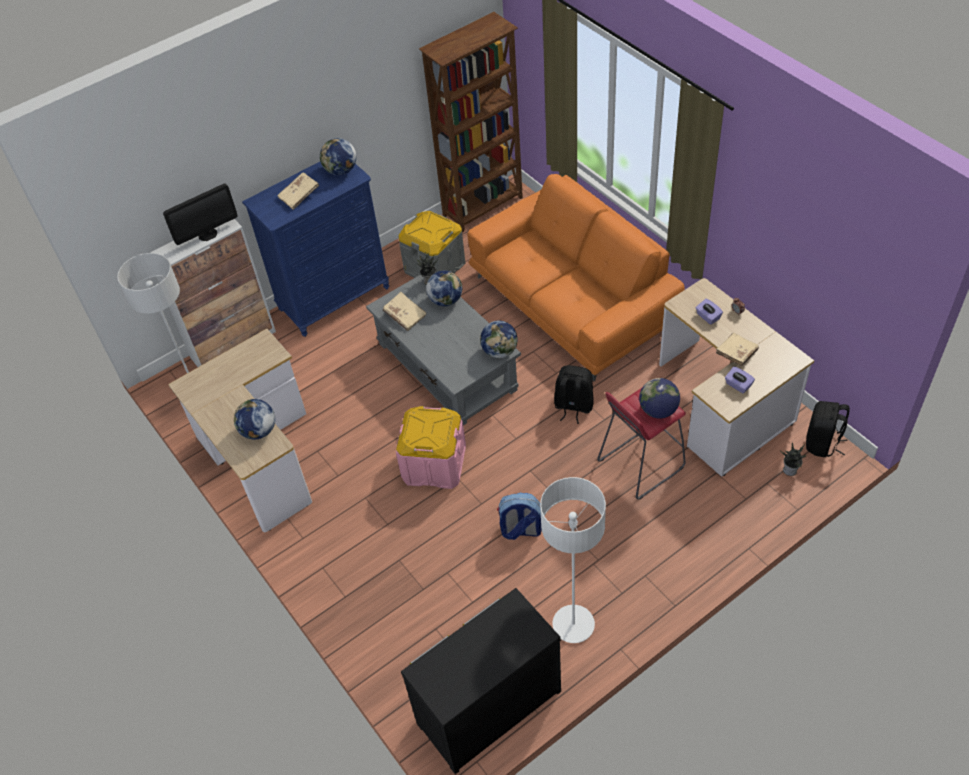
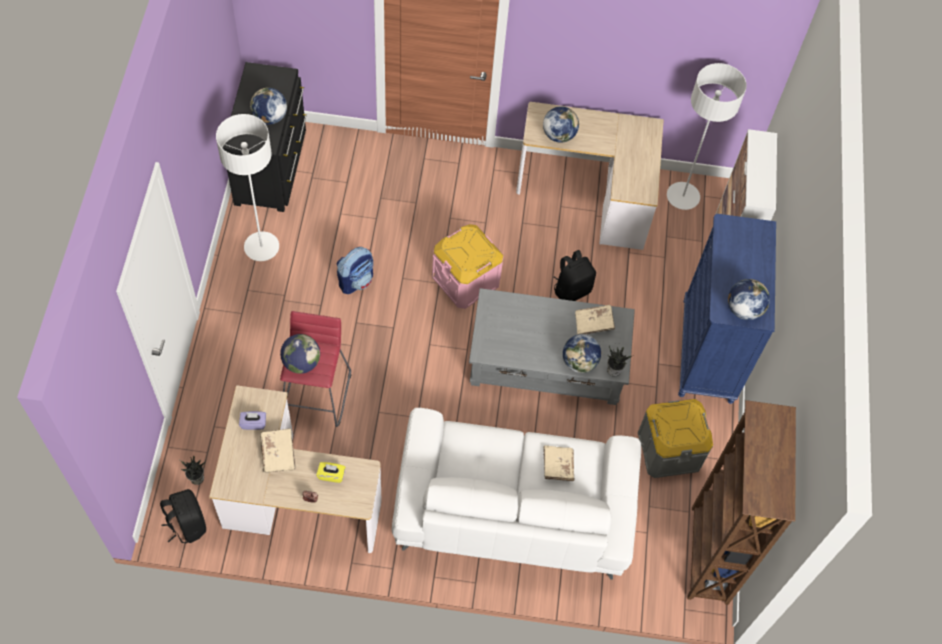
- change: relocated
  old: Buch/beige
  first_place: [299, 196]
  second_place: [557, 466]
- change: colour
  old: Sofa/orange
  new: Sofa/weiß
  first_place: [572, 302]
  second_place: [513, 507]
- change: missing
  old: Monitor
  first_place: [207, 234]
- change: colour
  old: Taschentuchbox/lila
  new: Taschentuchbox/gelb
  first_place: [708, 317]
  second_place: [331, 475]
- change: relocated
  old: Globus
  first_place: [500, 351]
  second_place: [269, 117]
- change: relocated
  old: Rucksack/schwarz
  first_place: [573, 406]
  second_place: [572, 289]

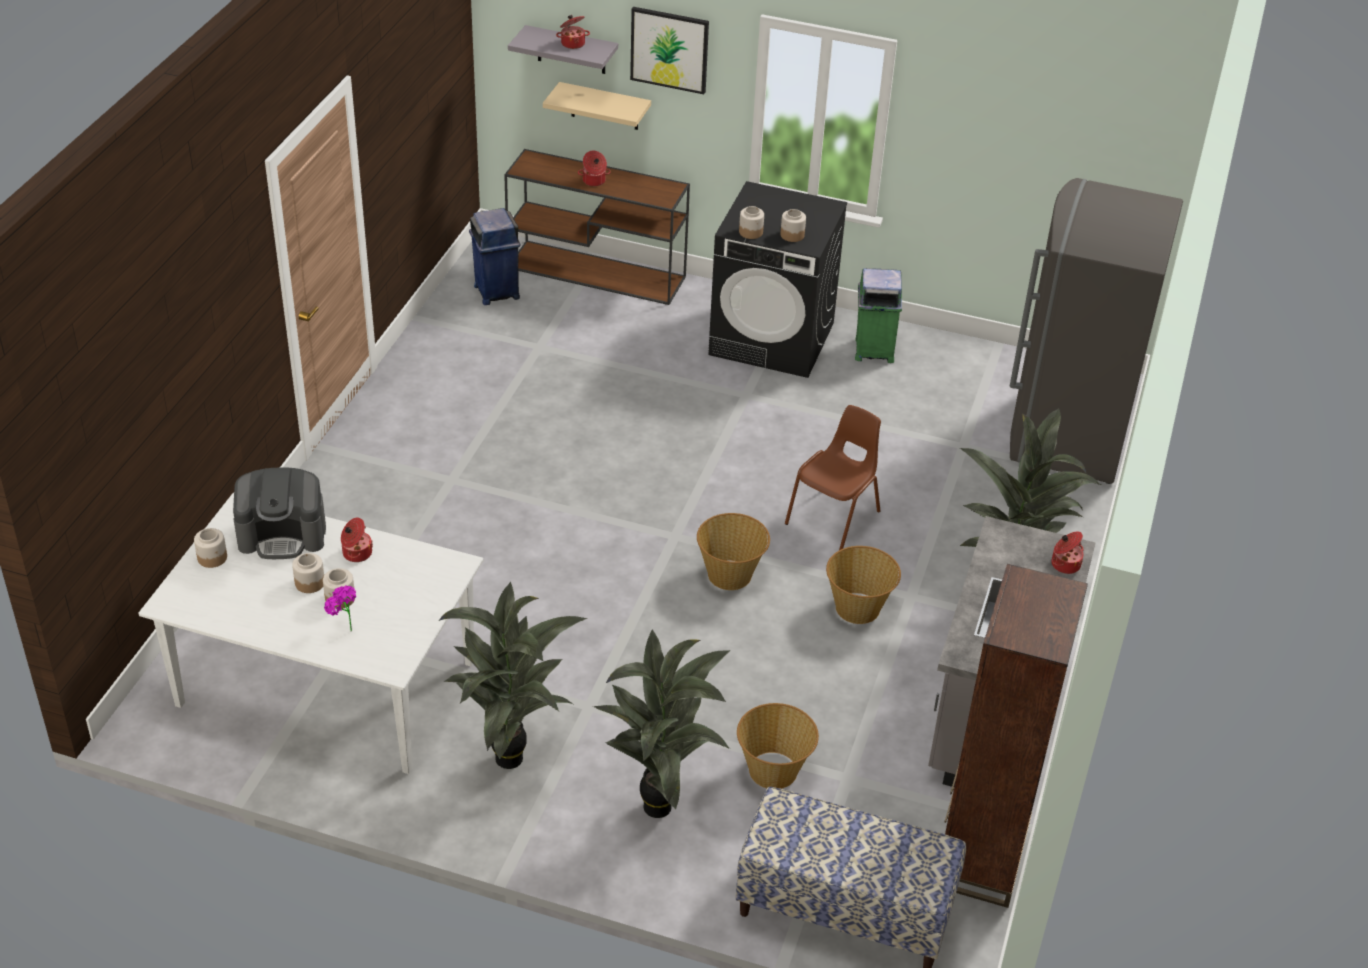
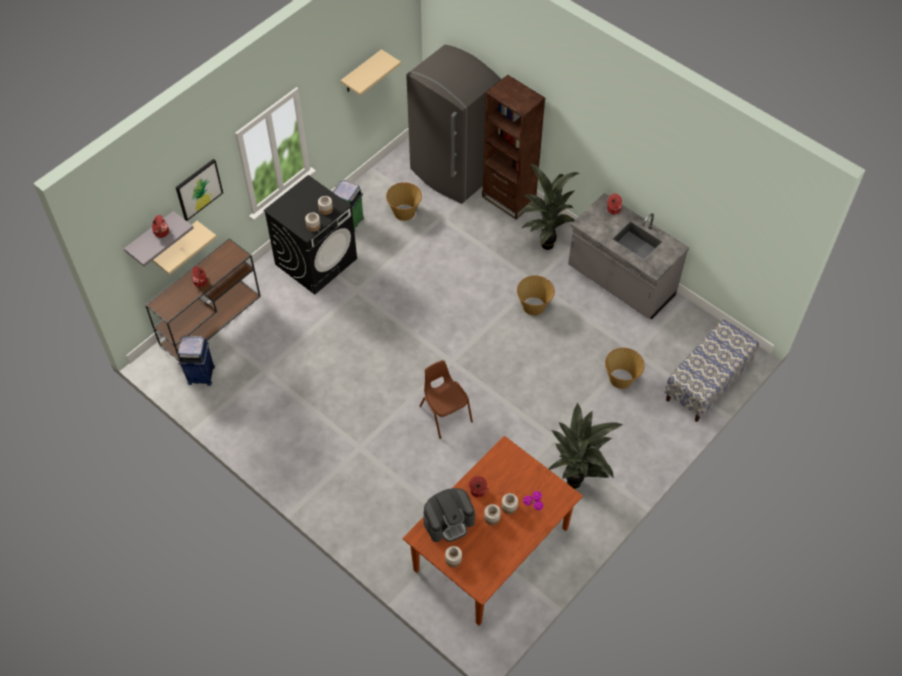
- change: relocated
  old: Stuhl/braun
  first_place: [834, 518]
  second_place: [445, 413]
- change: spun
  old: Kaffeemaschine
  first_place: [283, 534]
  second_place: [449, 521]
  degrees: 45
- change: colour
  old: Esstisch/weiß
  new: Esstisch/braun
  first_place: [328, 682]
  second_place: [491, 548]
- change: relocated
  old: Korb
  first_place: [730, 575]
  second_place: [404, 212]
- change: relocated
  old: Bücherregal/braun
  first_place: [981, 855]
  second_place: [508, 199]
- change: missing
  old: Topfpflanze
  first_place: [663, 810]
- change: appeared
  new: Wandregal/beige
  second_place: [361, 72]

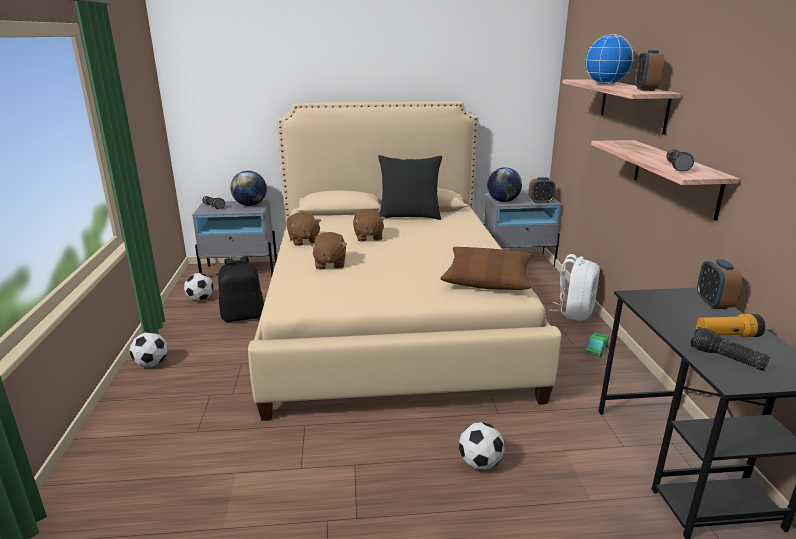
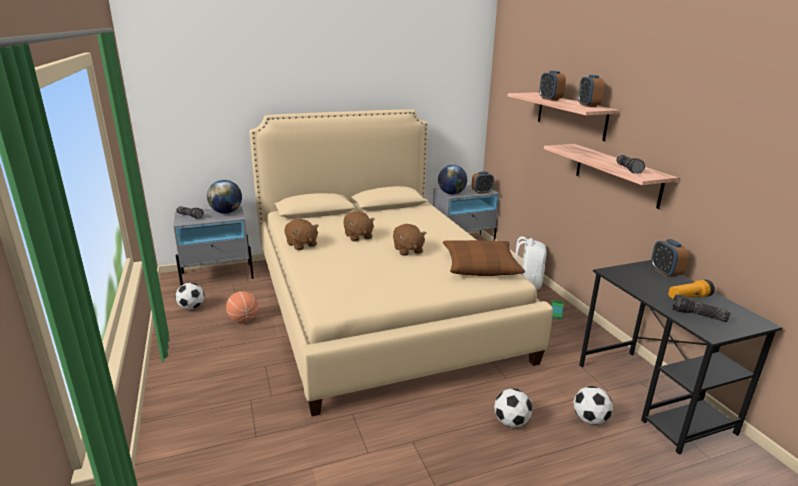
- change: exchanged
  old: Globus
  new: Wecker
  first_place: [606, 84]
  second_place: [550, 99]
- change: missing
  old: Kissen/schwarz
  first_place: [409, 216]
- change: relocated
  old: Plüschtier/braun
  first_place: [329, 264]
  second_place: [408, 250]
- change: exchanged
  old: Rucksack/schwarz
  new: Basketball
  first_place: [243, 316]
  second_place: [243, 319]
- change: relocated
  old: Fußball
  first_place: [151, 364]
  second_place: [590, 419]

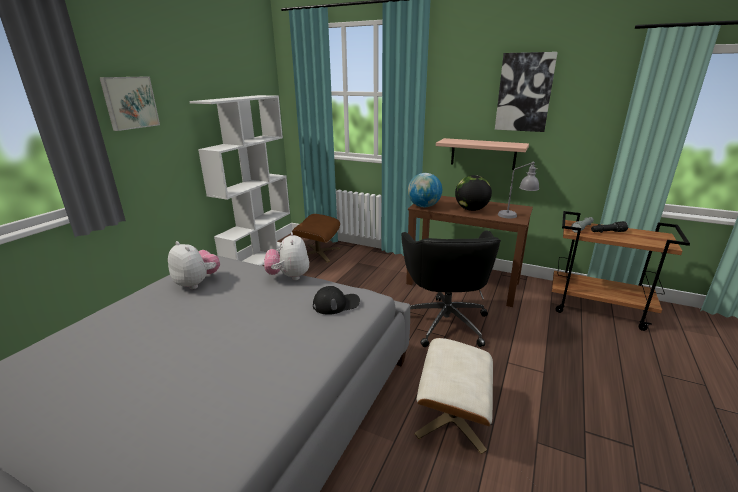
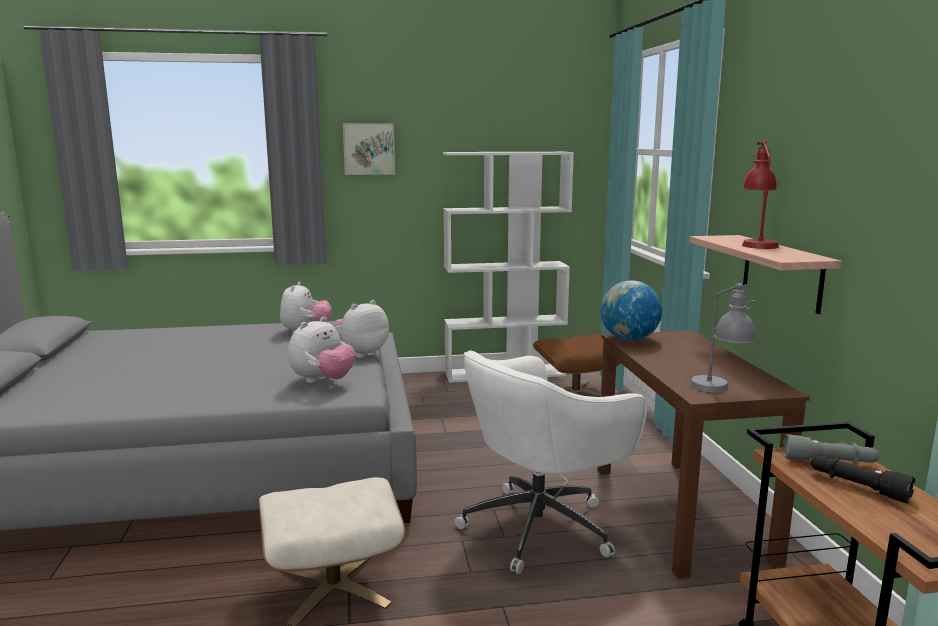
- change: missing
  old: Bild
  first_place: [524, 92]
- change: missing
  old: Globus
  first_place: [471, 209]
- change: colour
  old: Bürostuhl/schwarz
  new: Bürostuhl/weiß
  first_place: [445, 321]
  second_place: [542, 526]
- change: exchanged
  old: Kappe/schwarz
  new: Plüschtier
  first_place: [336, 304]
  second_place: [323, 381]
- change: appeared
  new: Tischlampe/rot
  second_place: [756, 244]

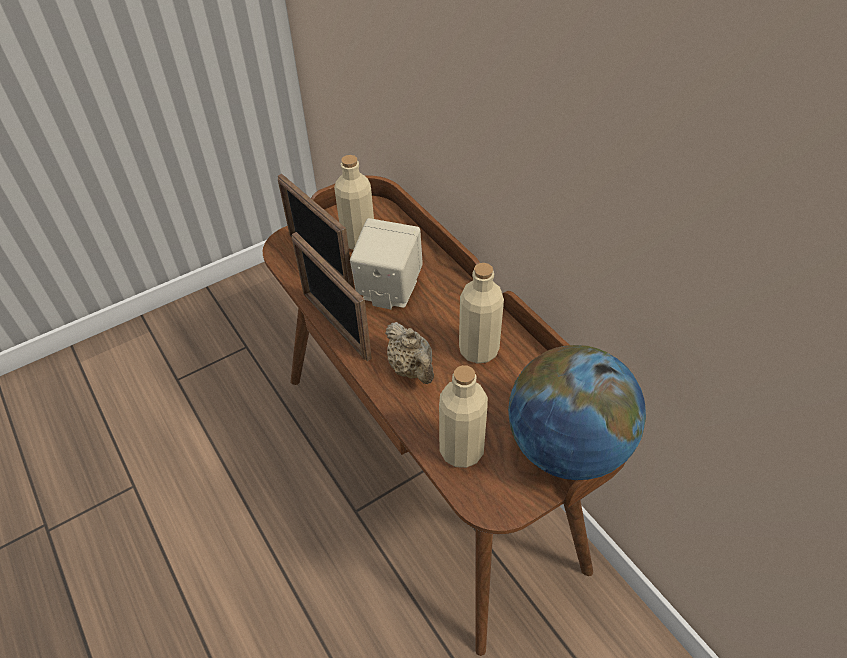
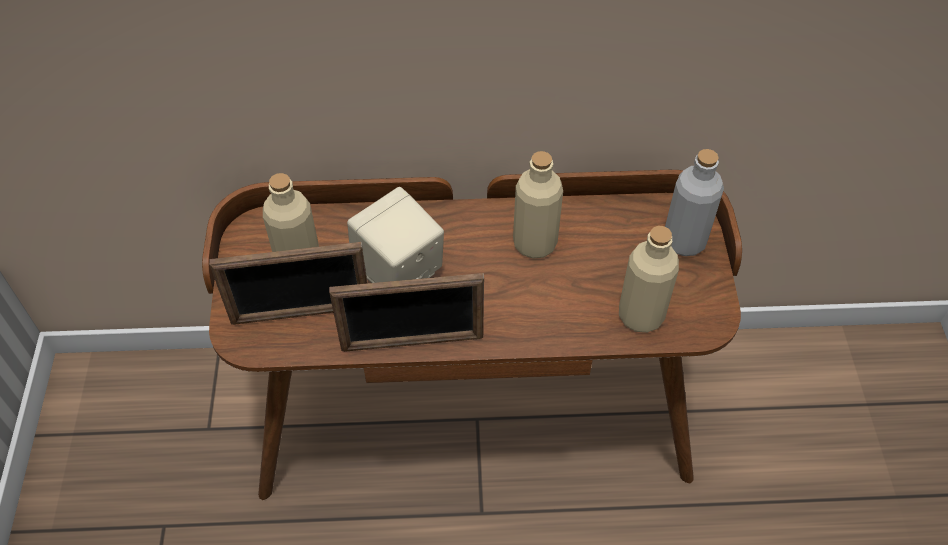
- change: missing
  old: Teekanne/beige
  first_place: [412, 369]
- change: exchanged
  old: Globus
  new: Flasche/grau
  first_place: [567, 447]
  second_place: [684, 241]

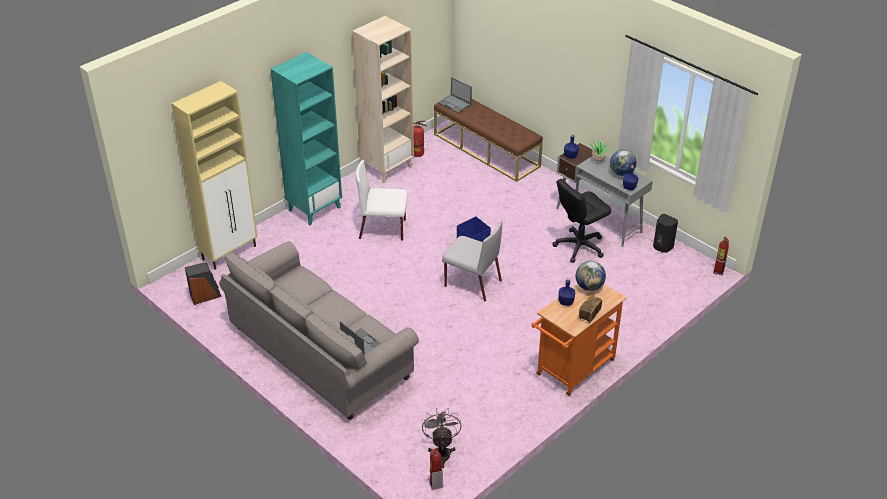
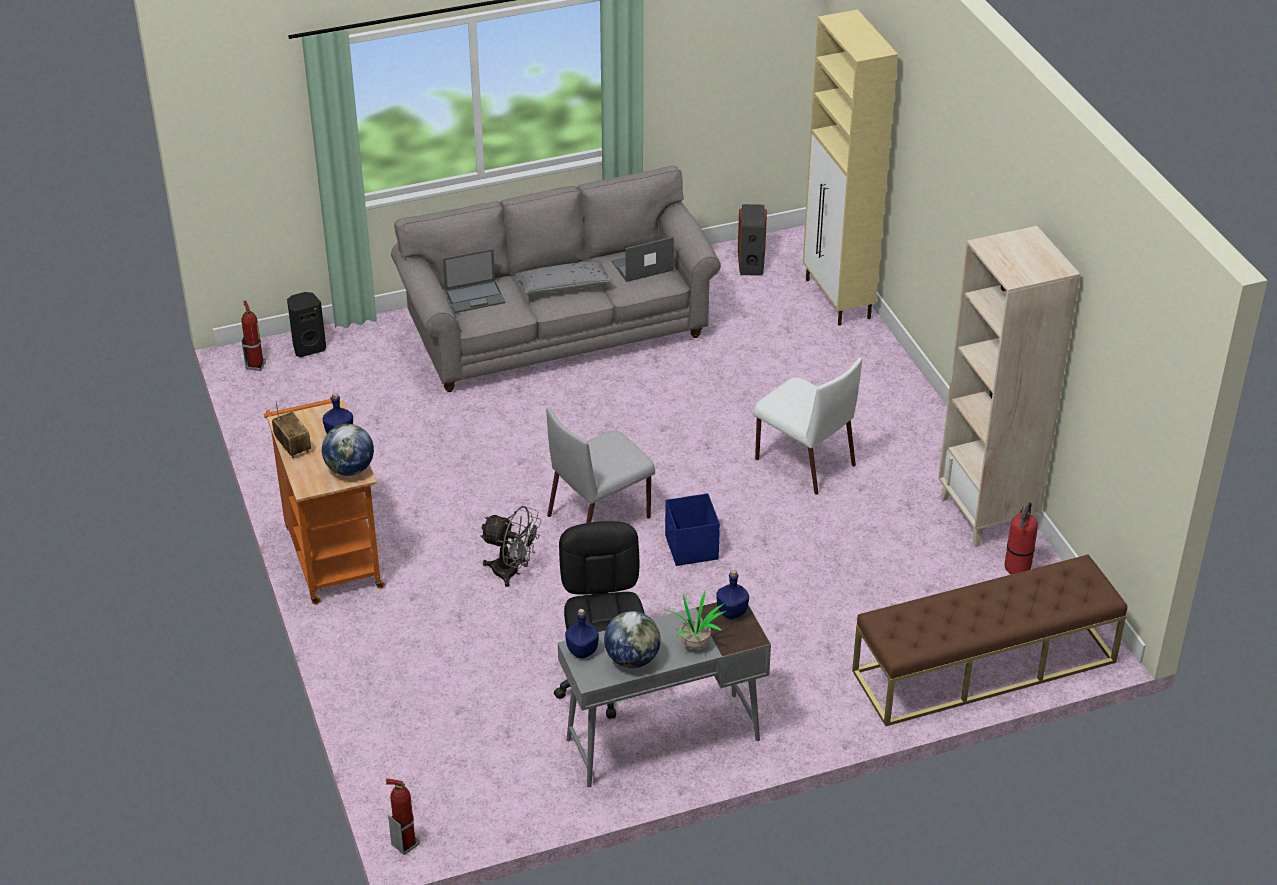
- change: missing
  old: Bücherregal/türkis
  first_place: [314, 208]
- change: relocated
  old: Laptop
  first_place: [455, 104]
  second_place: [641, 266]
- change: spun
  old: Stuhl/weiß
  first_place: [383, 229]
  second_place: [803, 461]
  degrees: 105
- change: relocated
  old: Lautsprecher/schwarz
  first_place: [662, 247]
  second_place: [308, 347]
- change: relocated
  old: Ventilator/grau
  first_place: [441, 451]
  second_place: [512, 572]
- change: appeared
  new: Kissen/grau
  second_place: [563, 286]

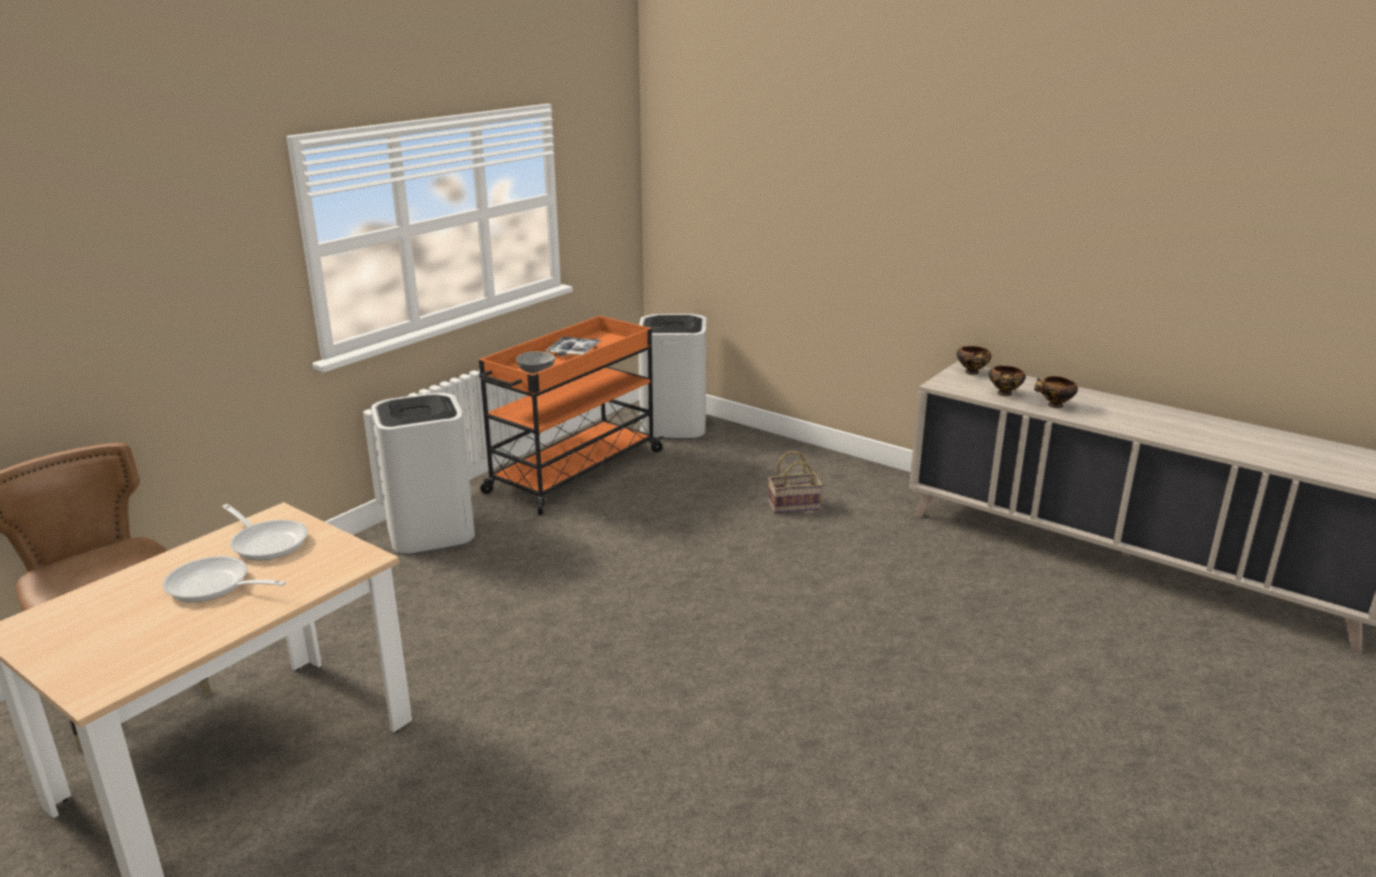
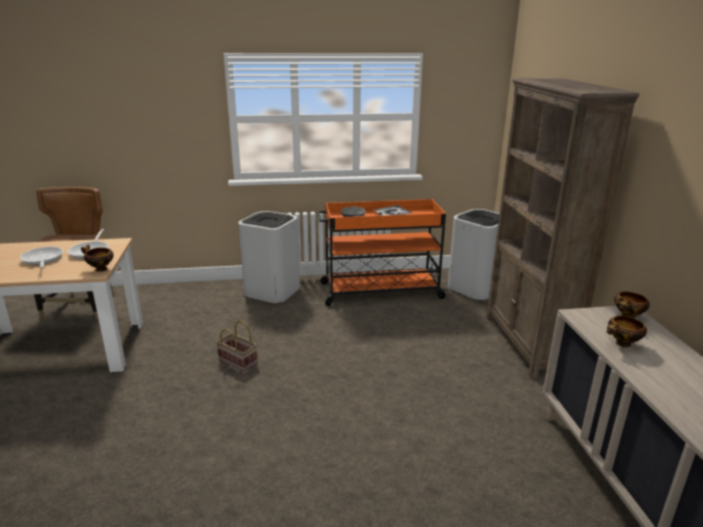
- change: relocated
  old: Schüssel
  first_place: [1054, 406]
  second_place: [100, 269]
- change: relocated
  old: Korb
  first_place: [794, 505]
  second_place: [239, 361]
- change: appeared
  new: Bücherregal/braun
  second_place: [527, 343]

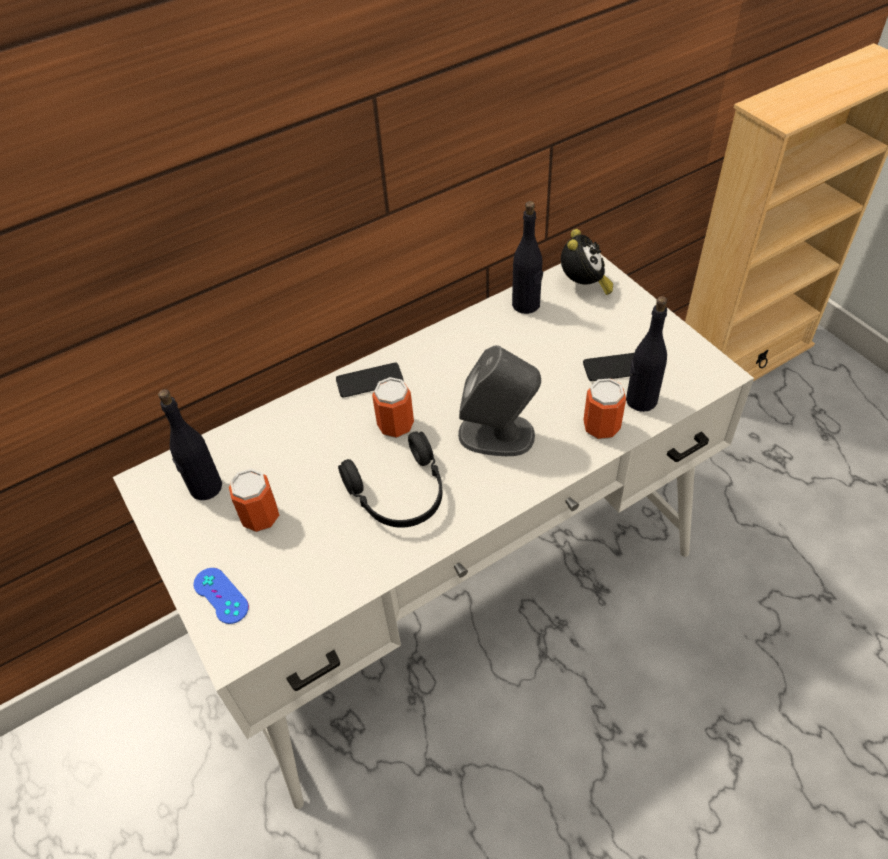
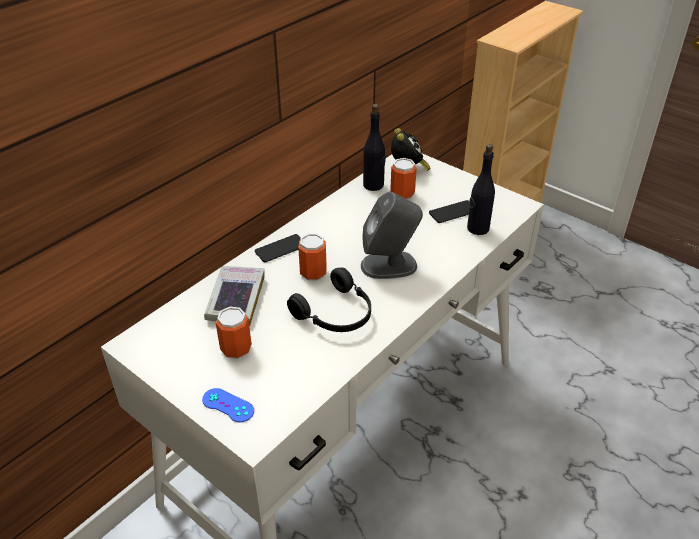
- change: relocated
  old: Dose
  first_place: [601, 427]
  second_place: [402, 194]
- change: missing
  old: Flasche/schwarz
  first_place: [205, 487]
- change: appeared
  new: Buch
  second_place: [236, 299]

